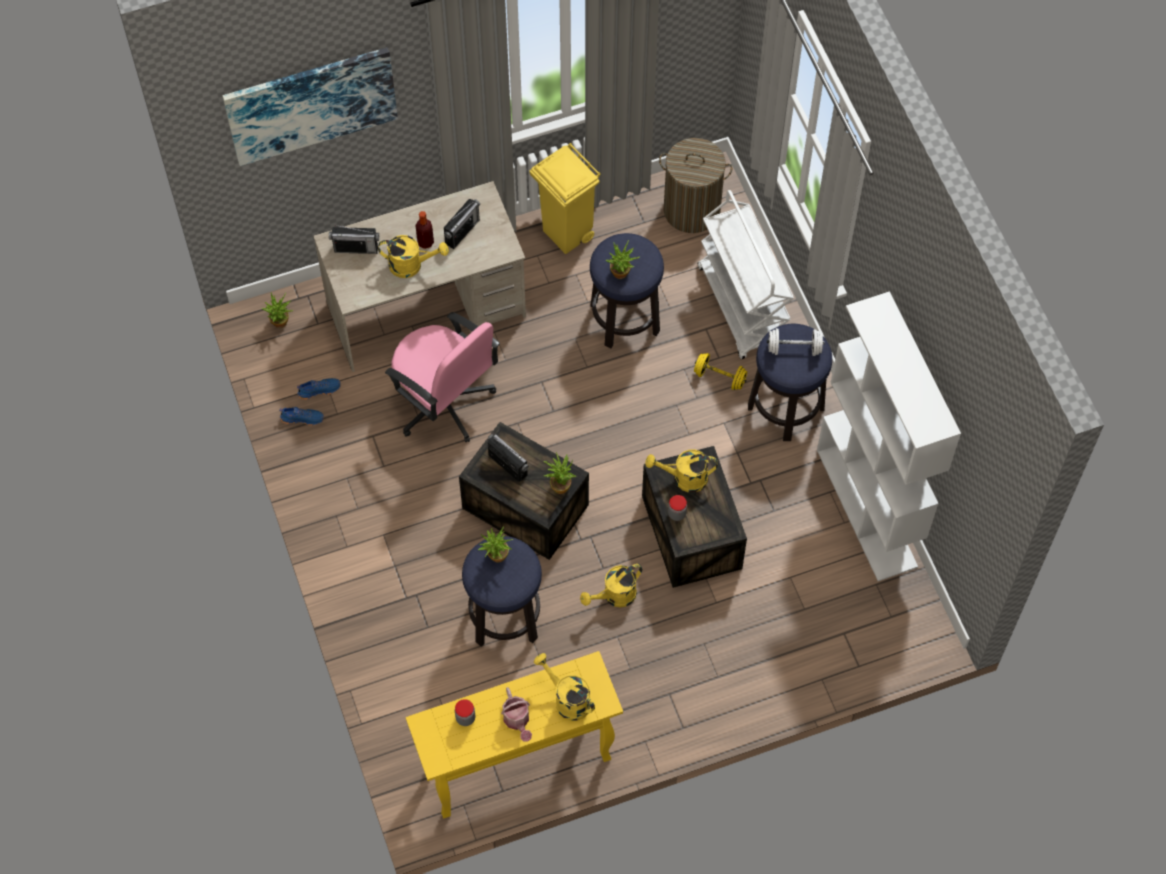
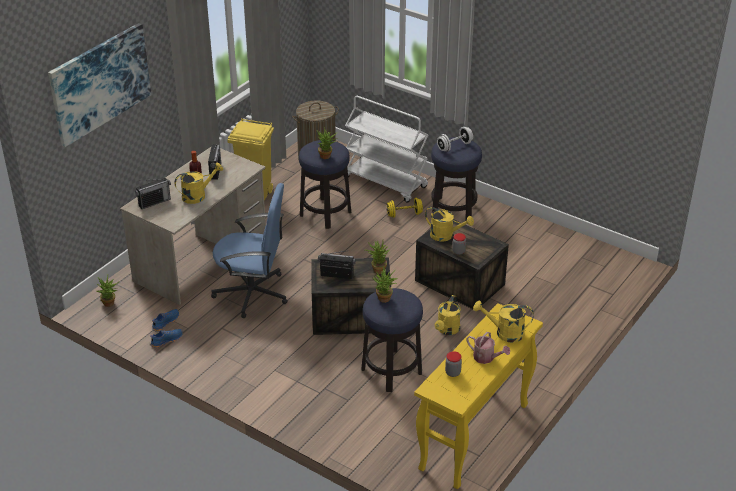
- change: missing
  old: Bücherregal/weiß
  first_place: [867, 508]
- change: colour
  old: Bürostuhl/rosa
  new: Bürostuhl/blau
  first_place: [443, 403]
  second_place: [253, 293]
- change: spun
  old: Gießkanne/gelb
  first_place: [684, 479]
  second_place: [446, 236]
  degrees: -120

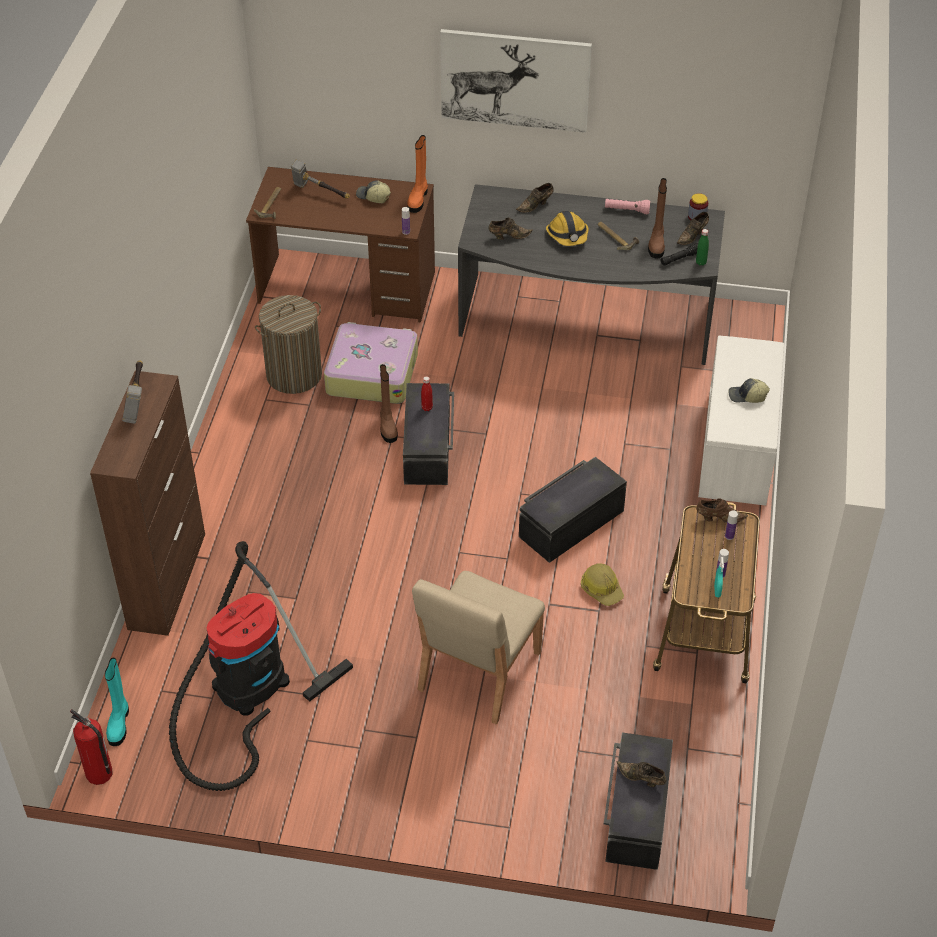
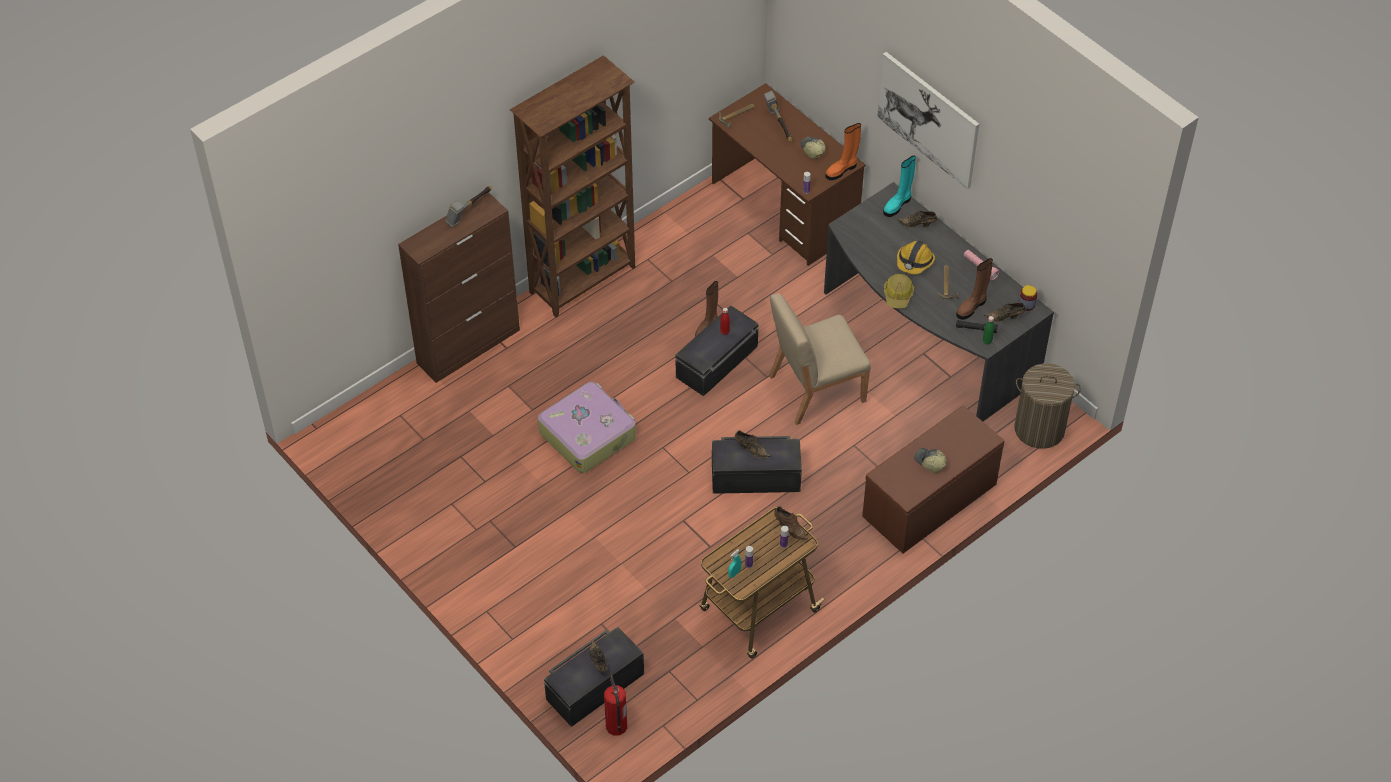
- change: relocated
  old: Schuh/braun
  first_place: [508, 236]
  second_place: [751, 449]
- change: relocated
  old: Wäschekorb
  first_place: [294, 375]
  second_place: [1039, 429]
- change: relocated
  old: Koffer
  first_place: [371, 373]
  second_place: [588, 434]
- change: colour
  old: Bank/weiß
  new: Bank/braun
  first_place: [738, 449]
  second_place: [929, 501]
- change: missing
  old: Staubsauger
  first_place: [245, 691]
- change: relocated
  old: Schutzhelm
  first_place: [601, 589]
  second_place: [898, 295]
- change: relocated
  old: Stuhl/beige
  first_place: [478, 672]
  second_place: [815, 388]
- change: relocated
  old: Stiefel/türkis
  first_place: [119, 723]
  second_place: [898, 205]
- change: relocated
  old: Feuerlöscher
  first_place: [99, 773]
  second_place: [616, 726]
- change: appeared
  new: Bücherregal/braun
  second_place: [584, 280]

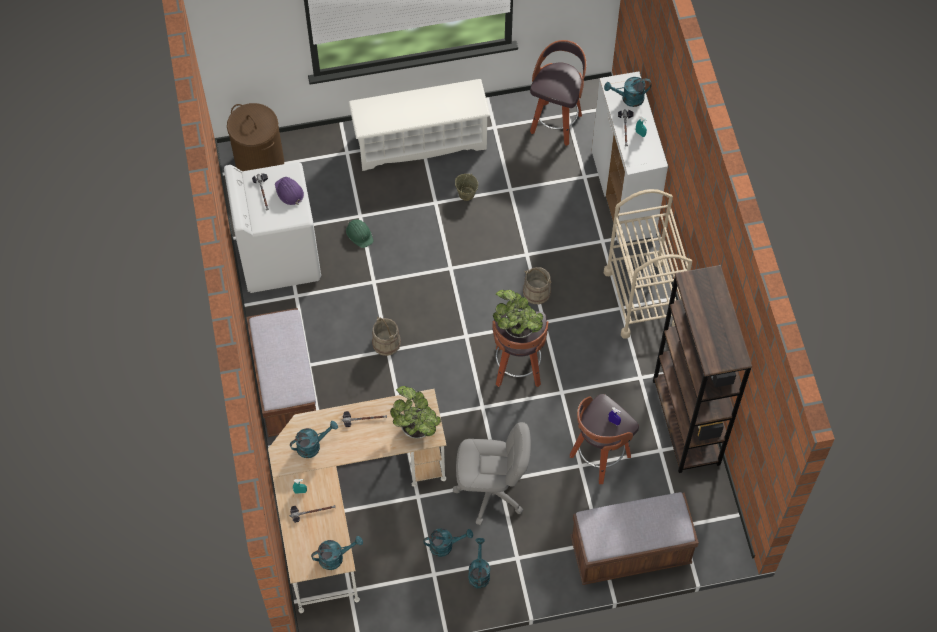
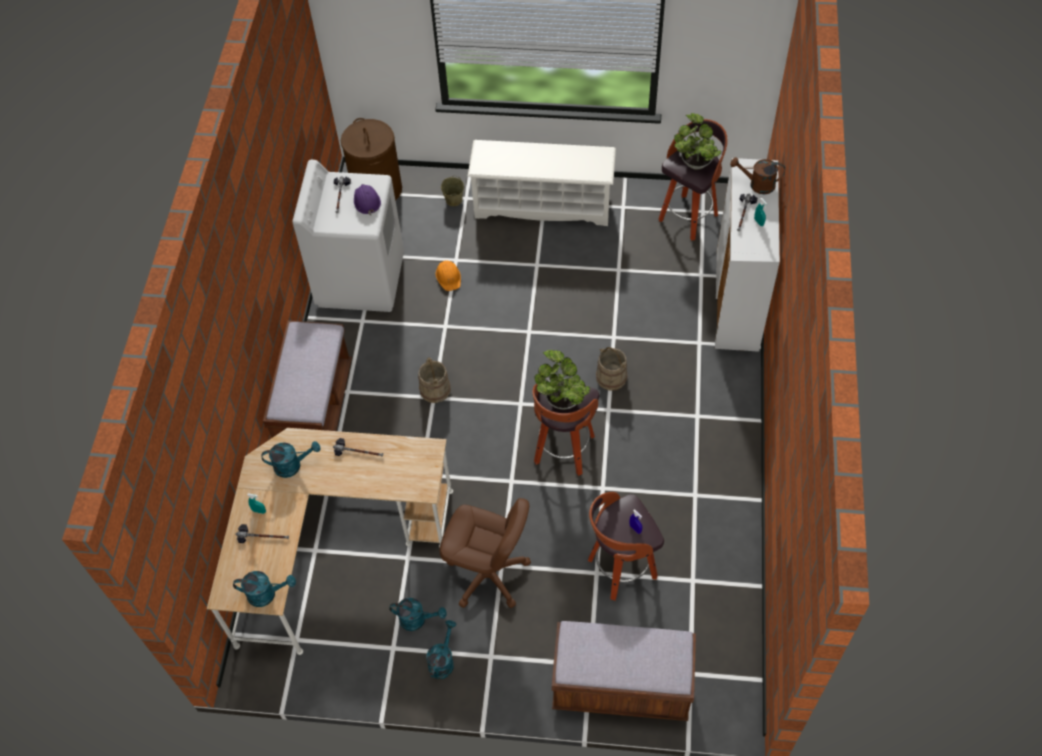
- change: colour
  old: Gießkanne/türkis
  new: Gießkanne/braun
  first_place: [628, 99]
  second_place: [757, 185]
- change: relocated
  old: Eimer/beige
  first_place: [466, 193]
  second_place: [453, 199]
- change: missing
  old: Rollwagen/beige
  first_place: [642, 298]
- change: colour
  old: Schutzhelm/grün
  new: Schutzhelm/orange
  first_place: [359, 234]
  second_place: [448, 277]
- change: missing
  old: Bücherregal/braun
  first_place: [686, 422]
- change: relocated
  old: Topfpflanze
  first_place: [415, 426]
  second_place: [695, 161]
- change: colour
  old: Bürostuhl/grau
  new: Bürostuhl/braun
  first_place: [491, 491]
  second_place: [488, 574]

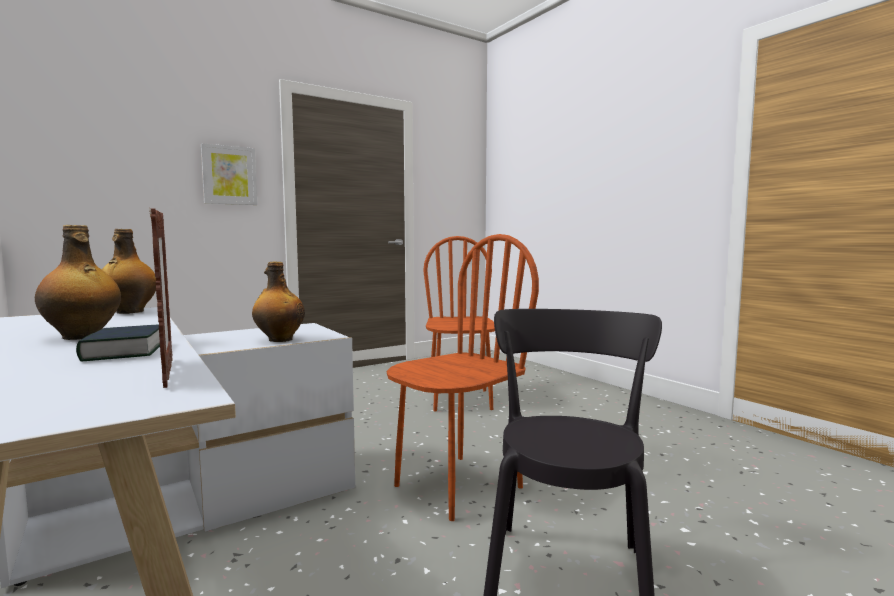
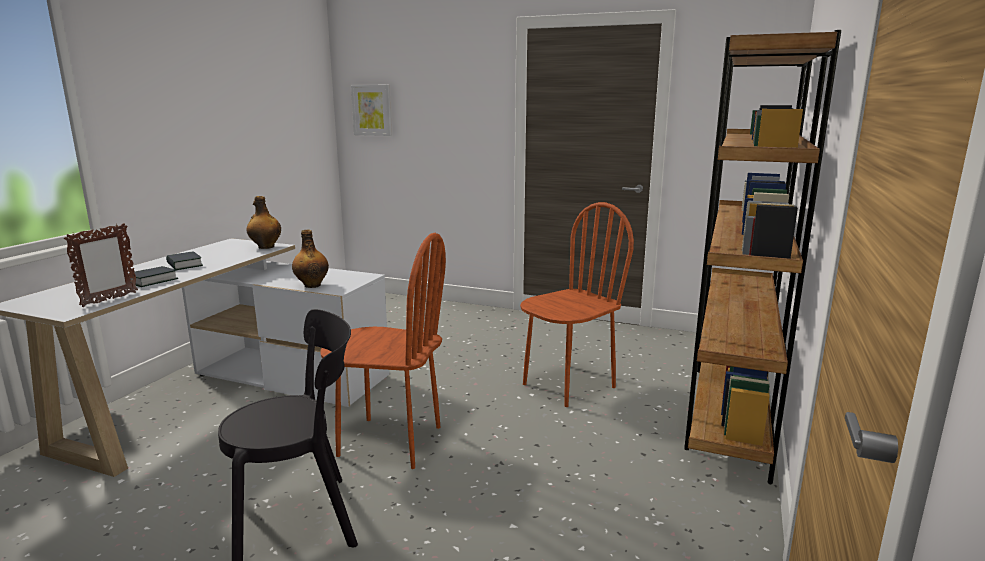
- change: relocated
  old: Bild
  first_place: [229, 175]
  second_place: [372, 110]
- change: exchanged
  old: Flasche
  new: Buch
  first_place: [82, 337]
  second_place: [184, 265]
- change: appeared
  new: Bücherregal/braun
  second_place: [729, 412]

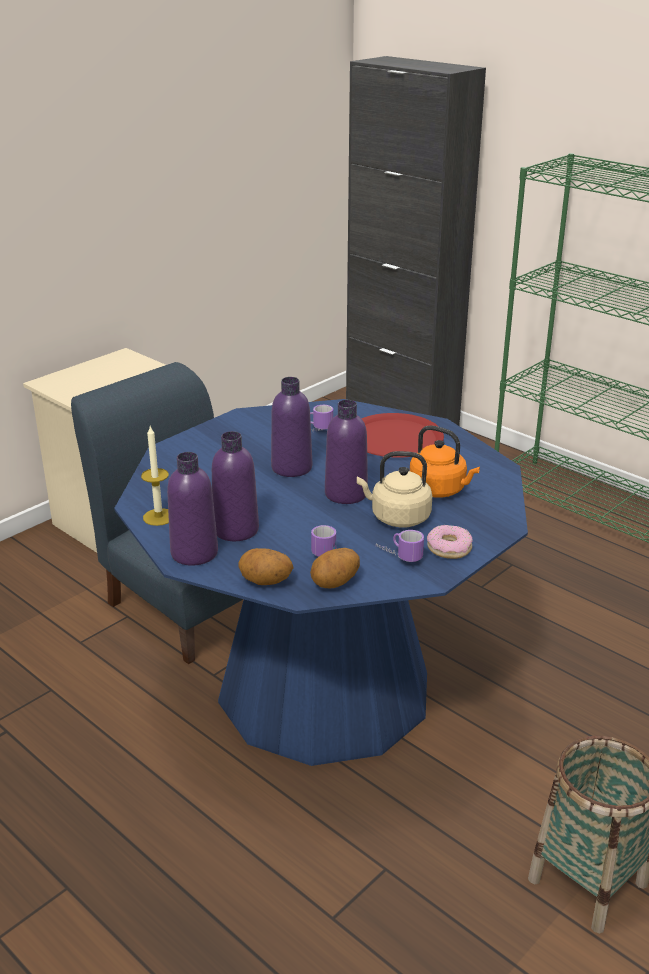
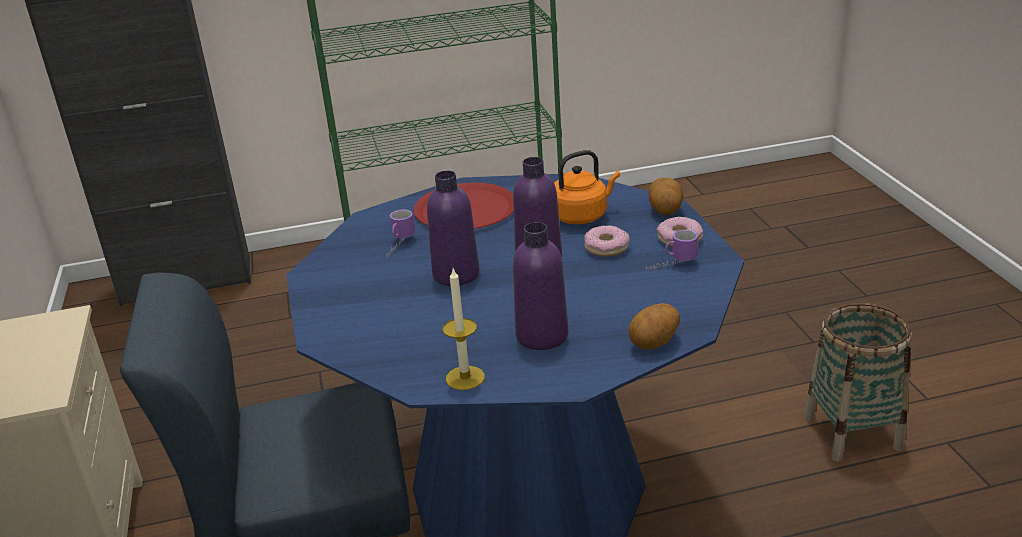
- change: exchanged
  old: Wasserkessel/beige
  new: Donut
  first_place: [397, 517]
  second_place: [606, 247]
- change: missing
  old: Flasche/lila
  first_place: [194, 553]
- change: missing
  old: Henkelbecher
  first_place: [323, 549]
- change: relocated
  old: Kartoffel
  first_place: [335, 583]
  second_place: [665, 211]

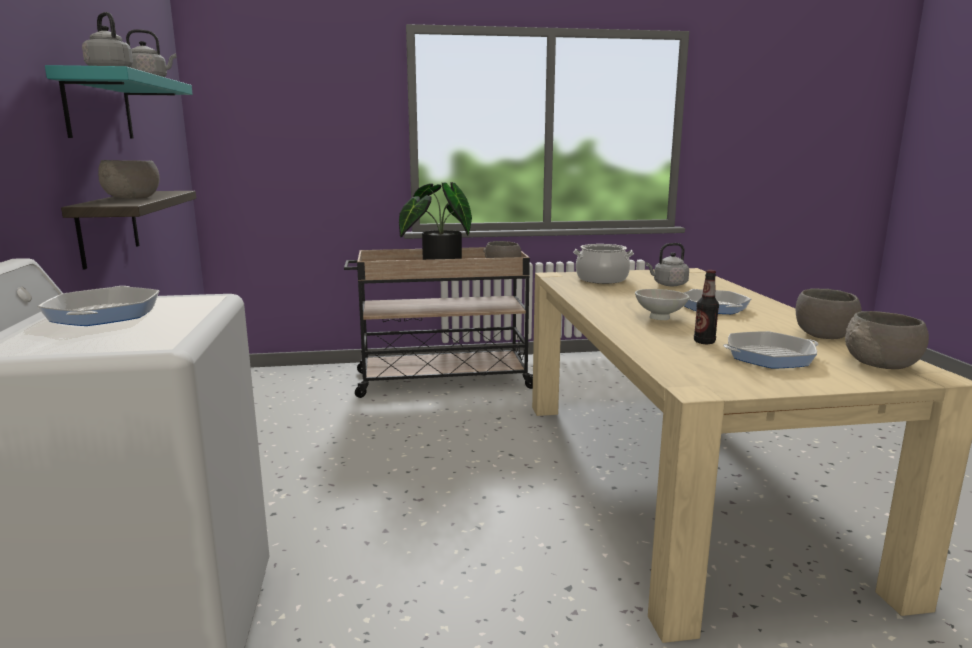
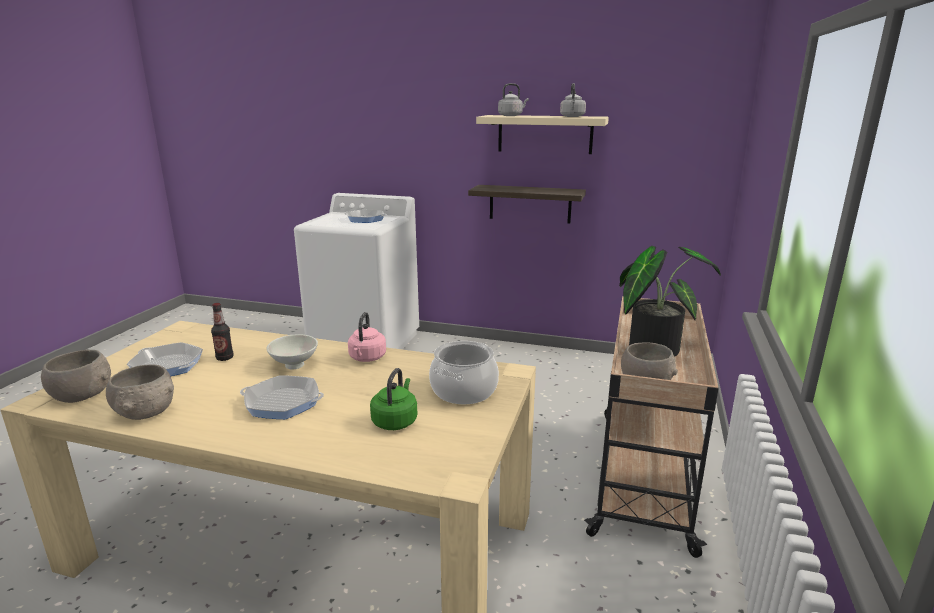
- change: colour
  old: Wandregal/türkis
  new: Wandregal/beige
  first_place: [98, 107]
  second_place: [545, 134]
- change: missing
  old: Schüssel/grau
  first_place: [132, 198]
- change: colour
  old: Wasserkessel/grau
  new: Wasserkessel/grün
  first_place: [668, 284]
  second_place: [395, 421]
- change: spun
  old: Pfanne
  first_place: [769, 356]
  second_place: [167, 366]
  degrees: -75
- change: appeared
  new: Wasserkessel/rosa
  second_place: [367, 358]

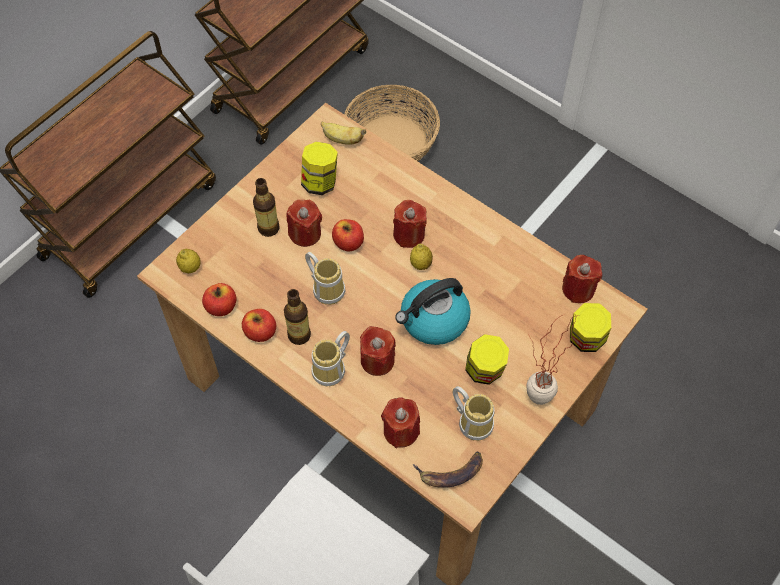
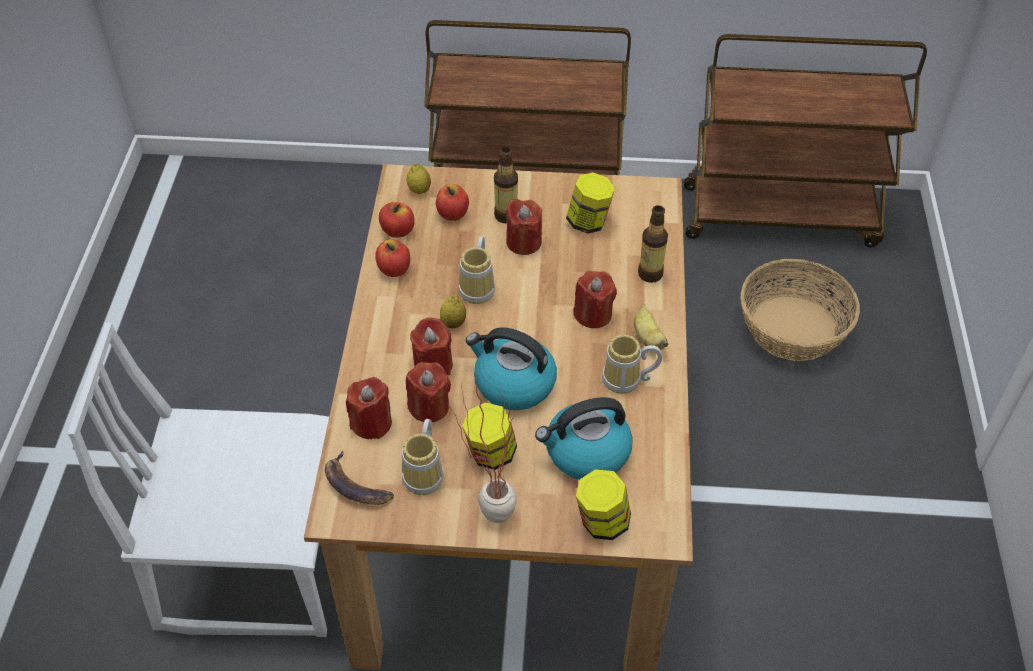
- change: relocated
  old: Banane
  first_place: [342, 140]
  second_place: [647, 338]
- change: relocated
  old: Apfel
  first_place: [348, 243]
  second_place: [453, 214]
- change: relocated
  old: Zitrone
  first_place: [420, 264]
  second_place: [453, 323]
- change: relocated
  old: Kerze/rot
  first_place: [578, 289]
  second_place: [429, 407]
- change: relocated
  old: Flasche
  first_place: [299, 335]
  second_place: [650, 274]
- change: relocated
  old: Henkelbecher
  first_place: [333, 370]
  second_place: [627, 382]
- change: appeared
  new: Wasserkessel
  second_place: [586, 453]

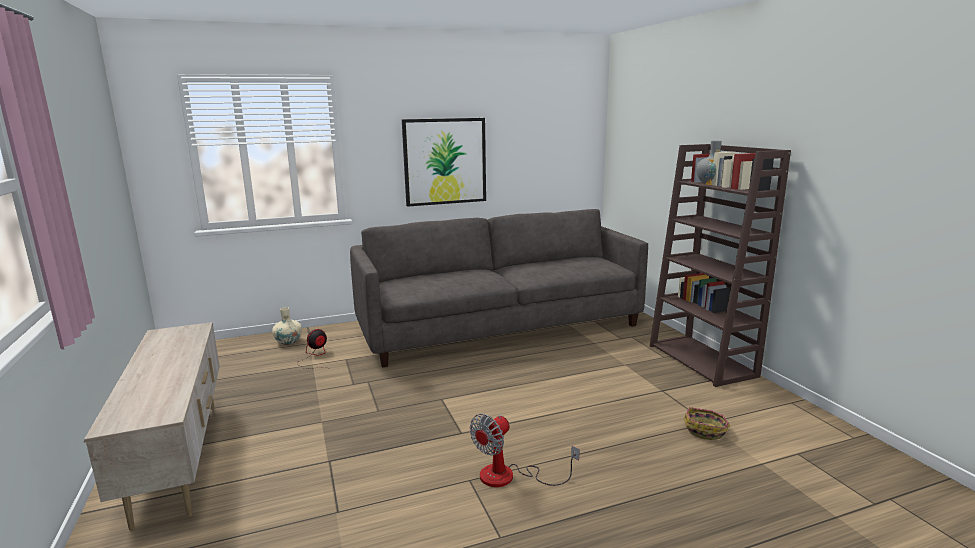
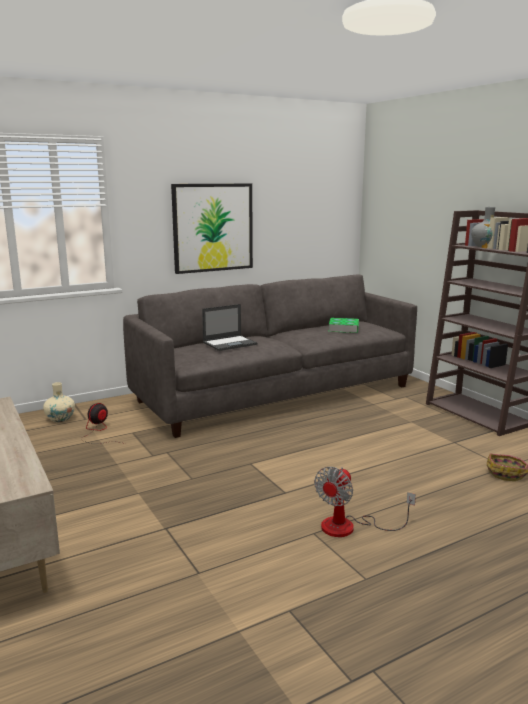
- change: appeared
  new: Laptop
  second_place: [230, 343]
- change: appeared
  new: Buch
  second_place: [343, 328]

